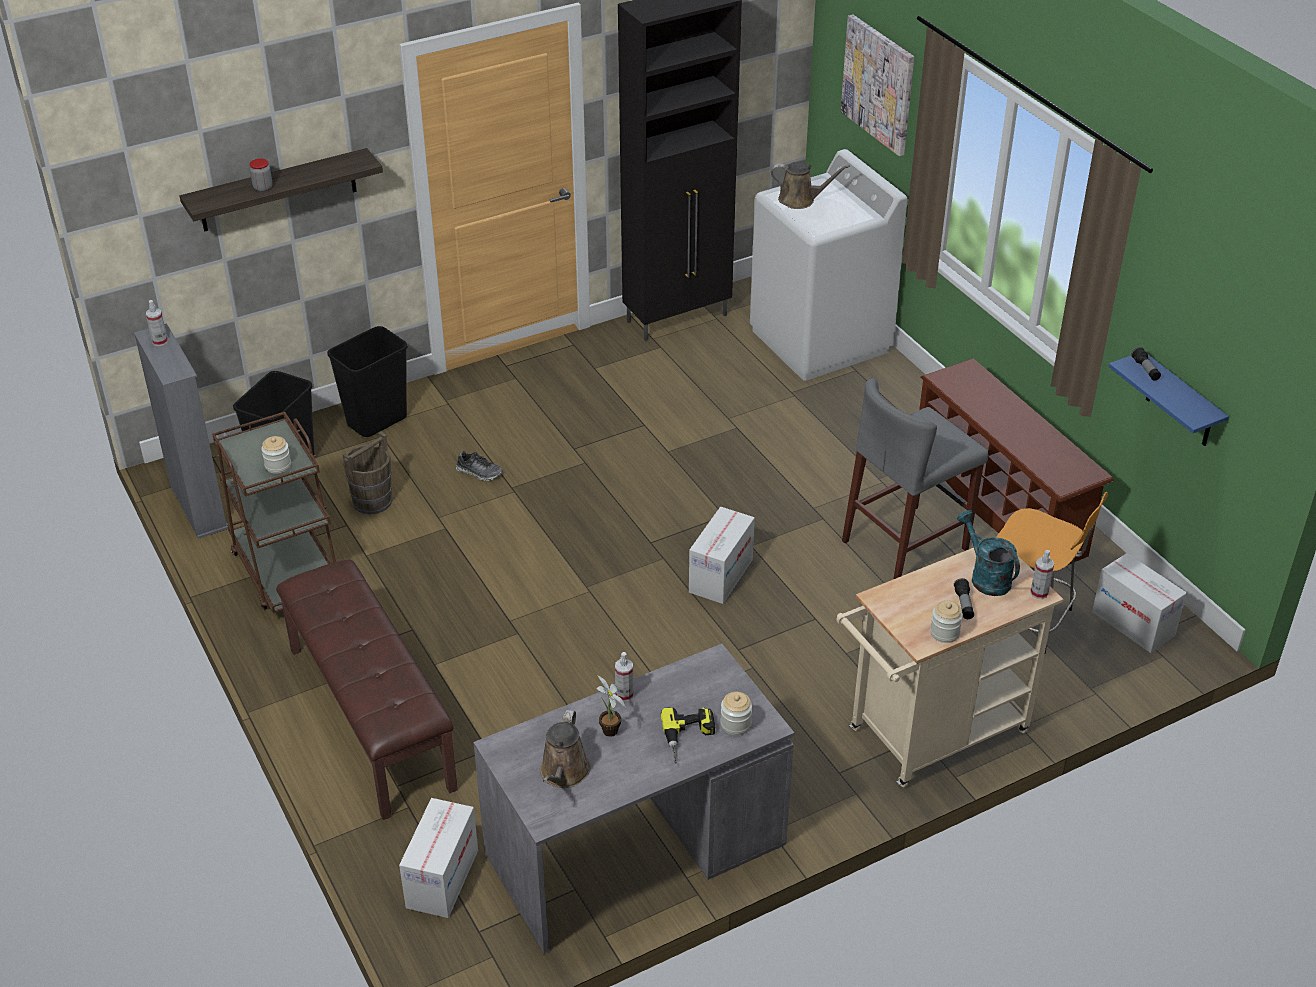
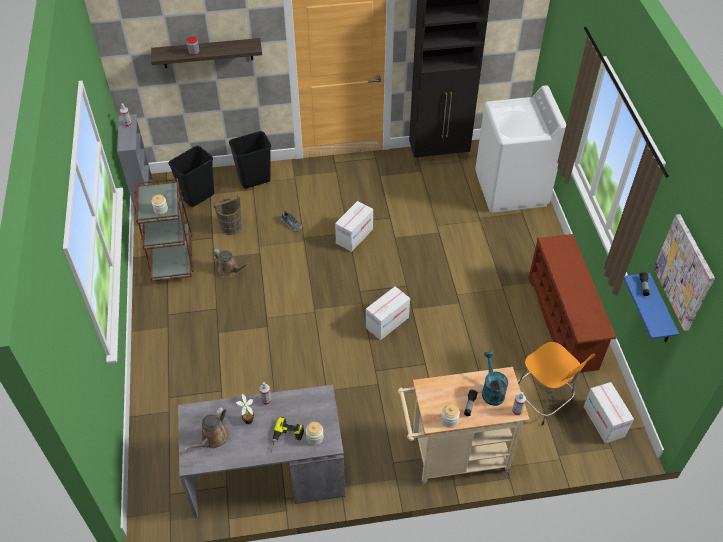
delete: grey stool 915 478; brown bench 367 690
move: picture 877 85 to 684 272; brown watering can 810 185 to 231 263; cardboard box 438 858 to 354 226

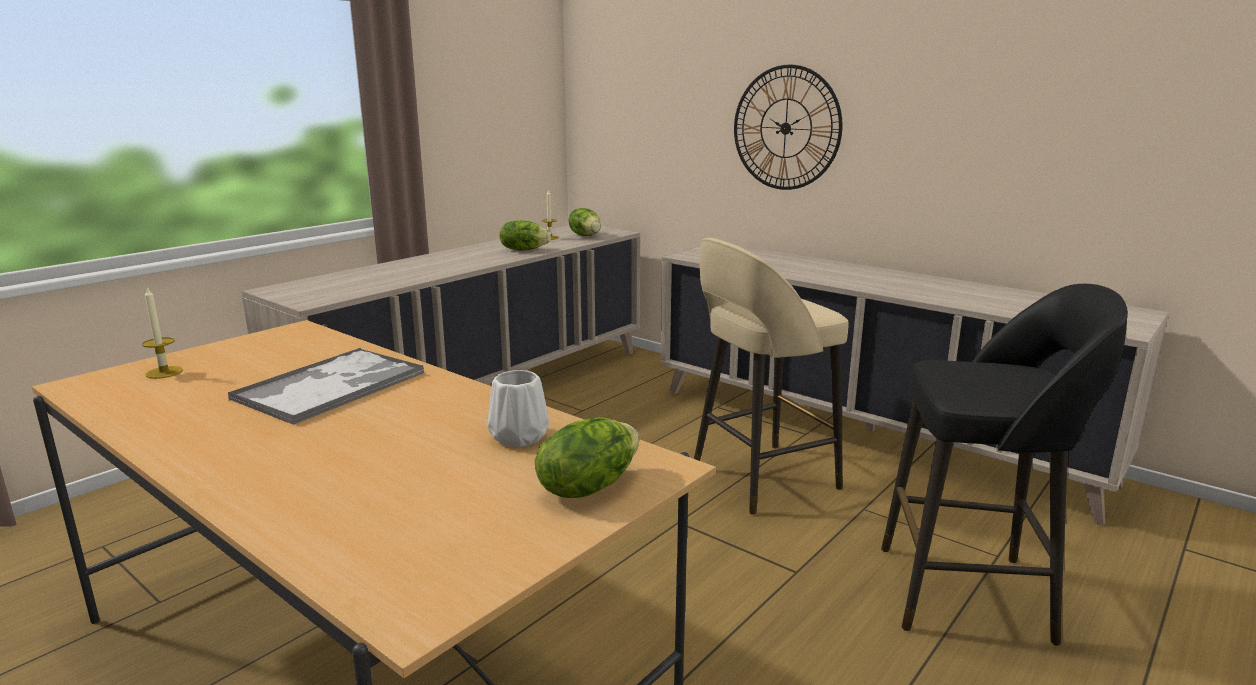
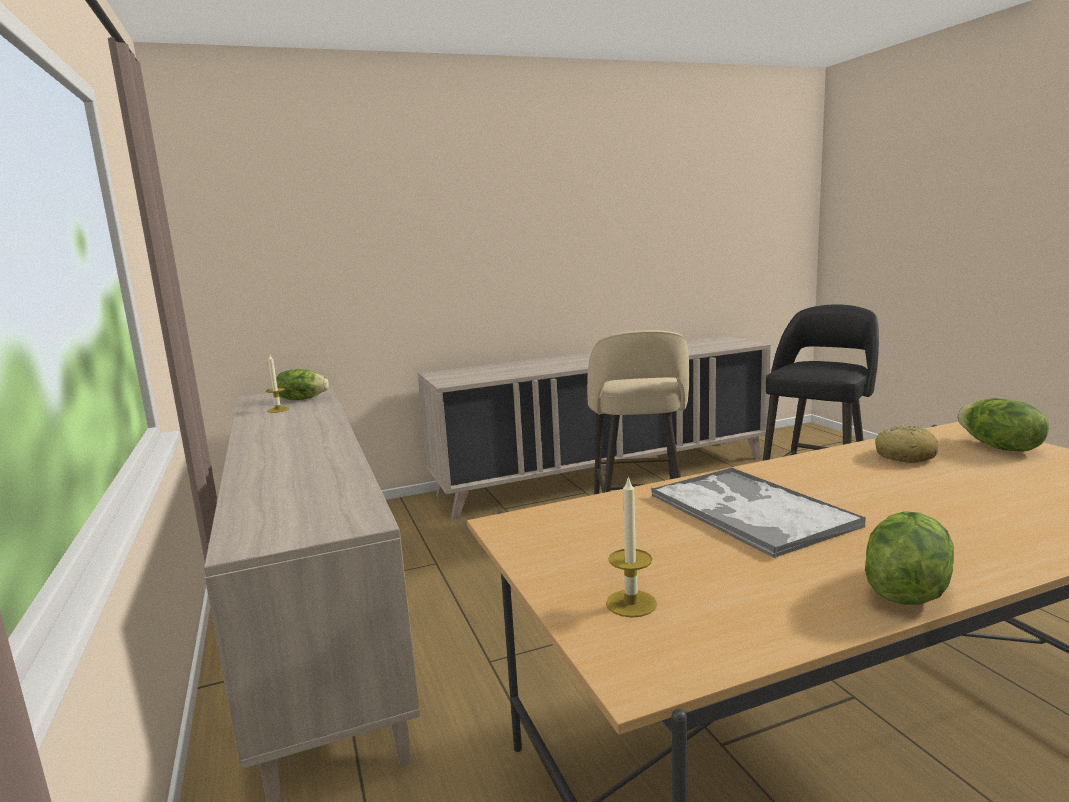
delete: wall clock 788 127
move: lettuce 525 235 to 909 558
replace: white vase 518 408 to bread 906 444

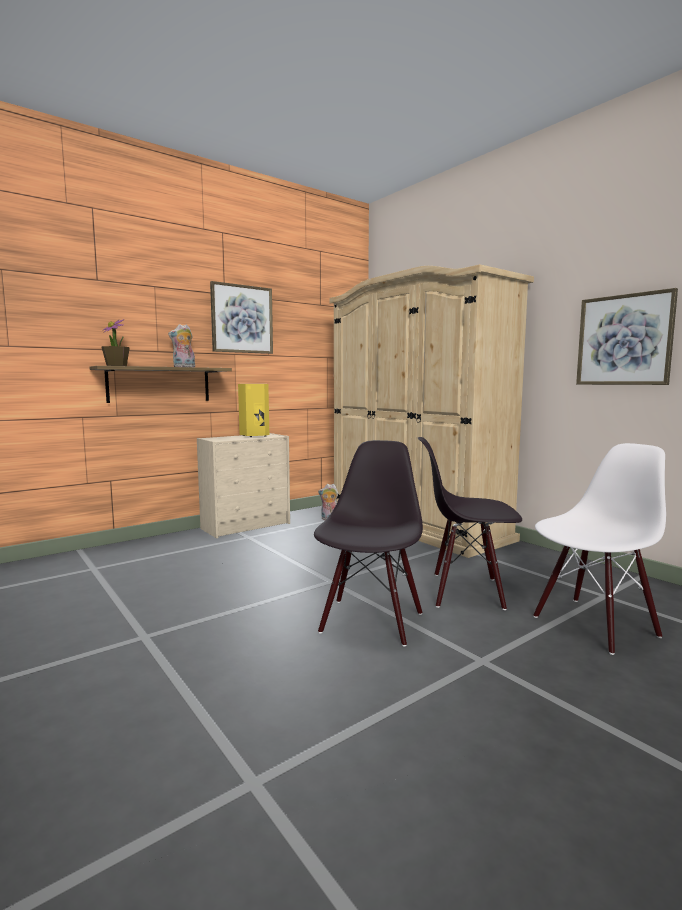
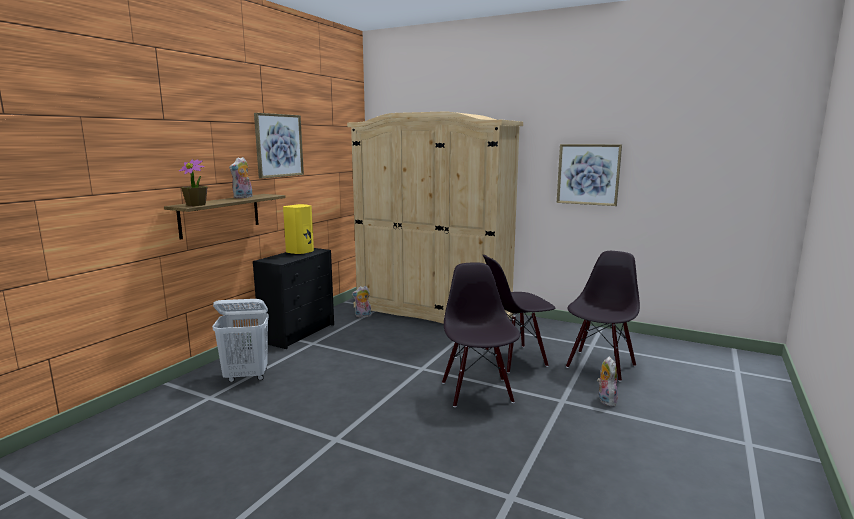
insert: white laundry basket 240 340; plush toy 607 381
recolor: beige dresser 243 485 to black dresser 293 298; white chair 599 549 to black chair 603 316

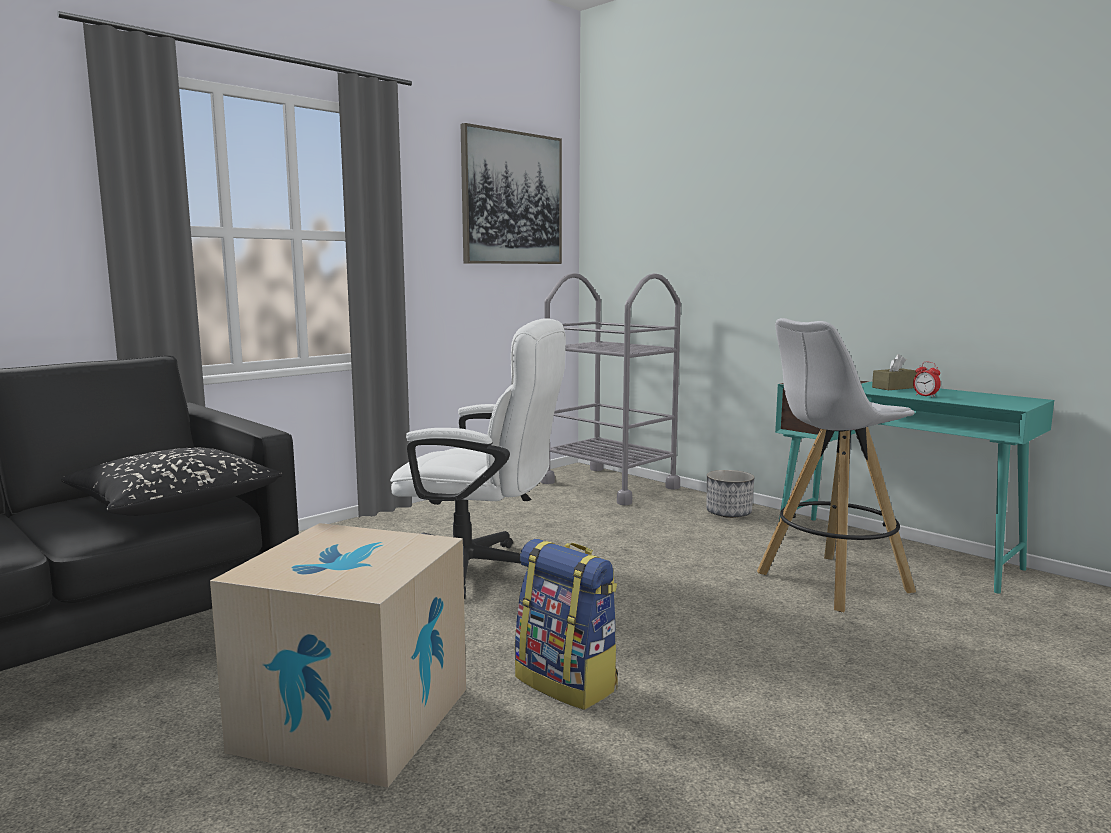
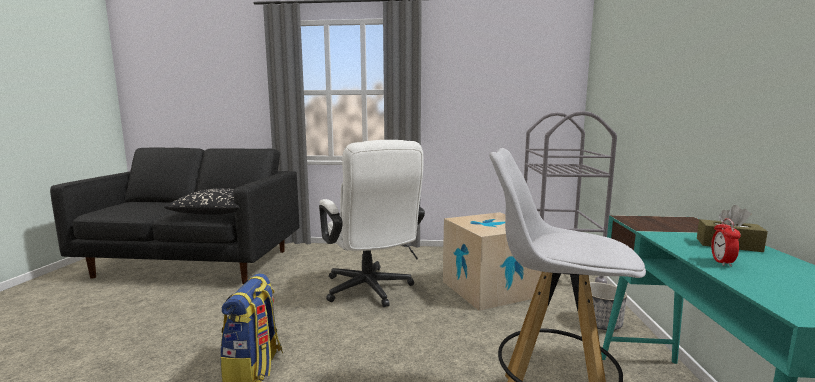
delete: picture 511 193
move: cardboard box 338 655 to 492 261

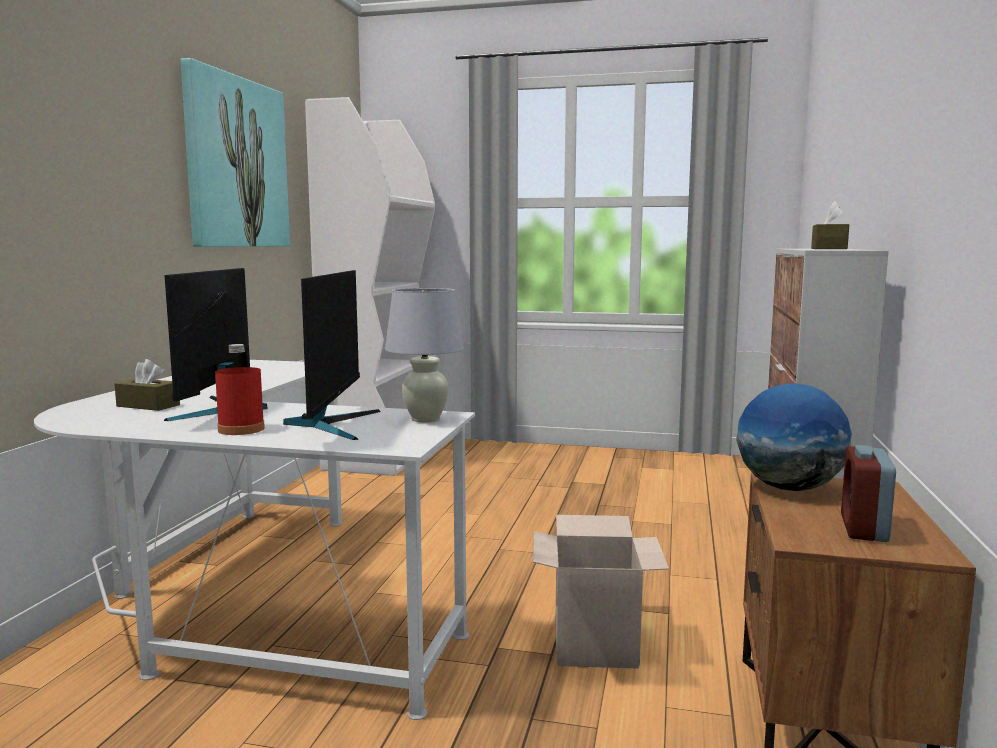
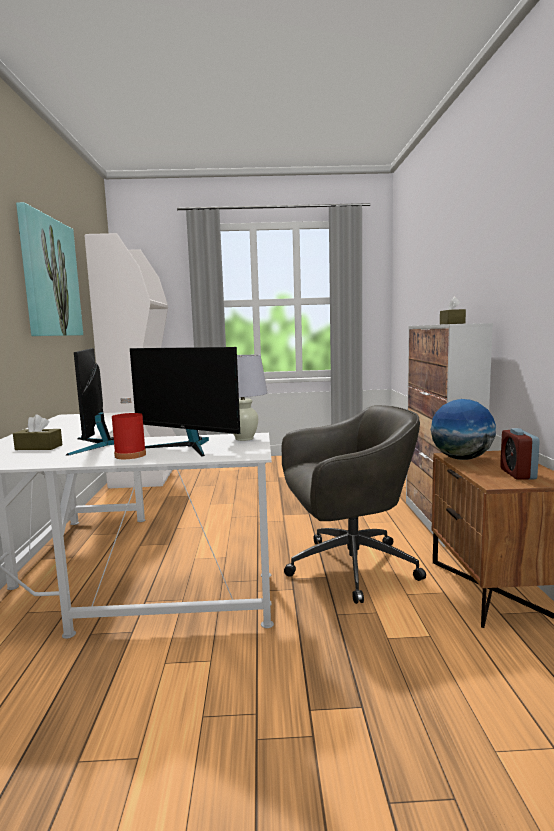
replace: cardboard box 601 592 to grey office chair 354 504
rotate: monitor 332 355 = 185 402 135 degrees clockwise

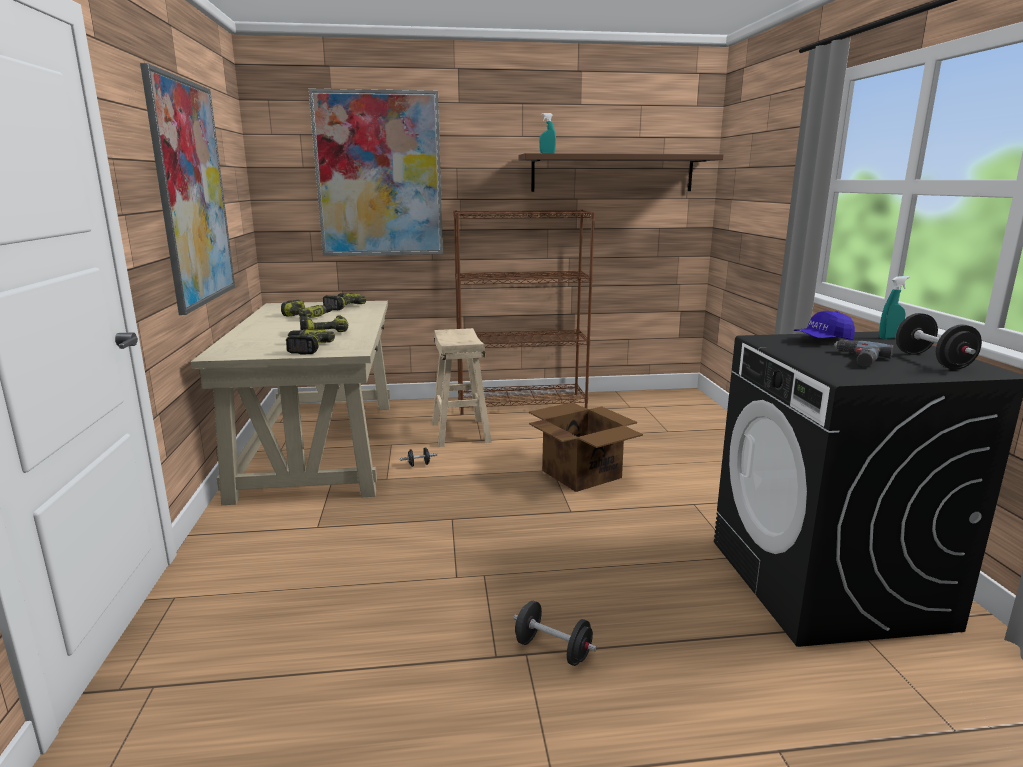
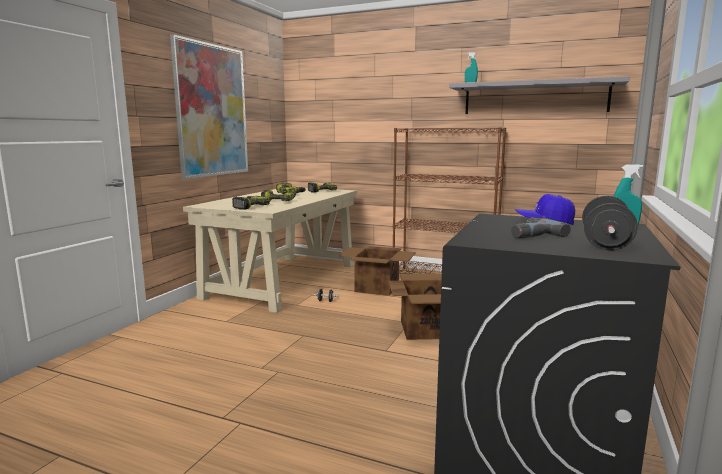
delete: picture 376 172; black dumbbell 555 633
replace: beige stool 462 387 to cardboard box 377 271
recolor: brown shelf 621 172 to grey shelf 539 95

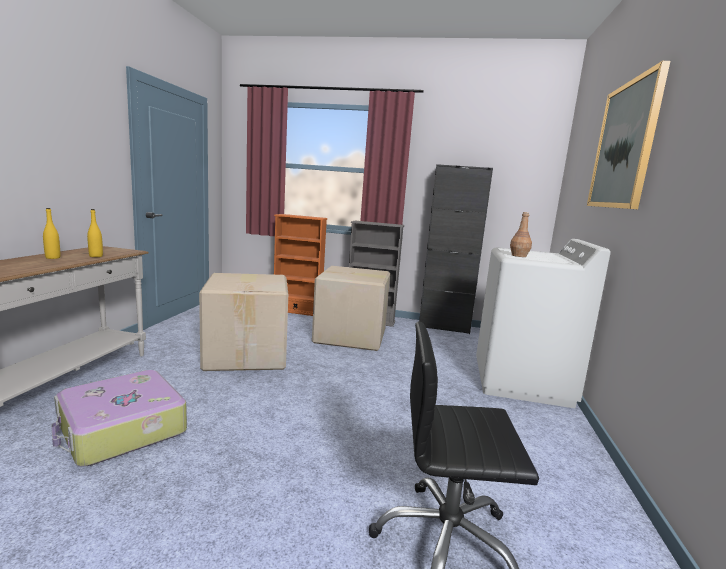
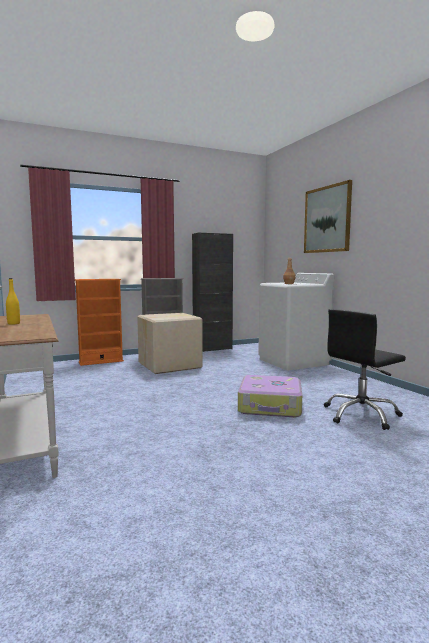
delete: yellow bottle 95 233; cardboard box 243 322
move: suitcase 119 418 to 270 396

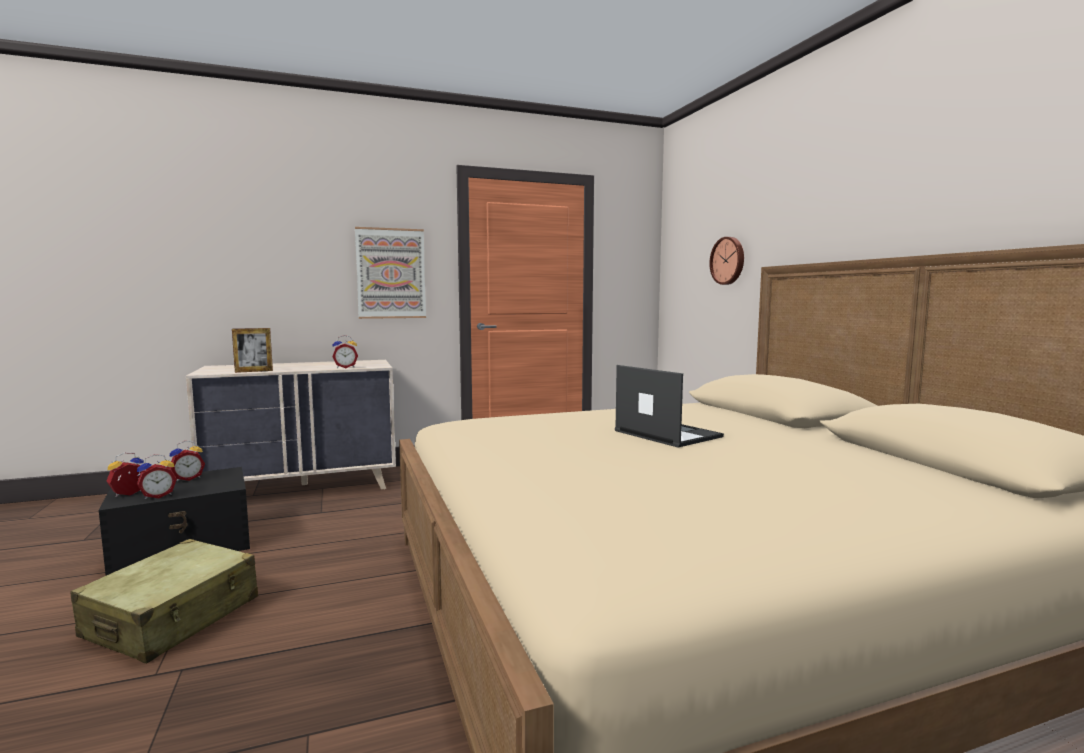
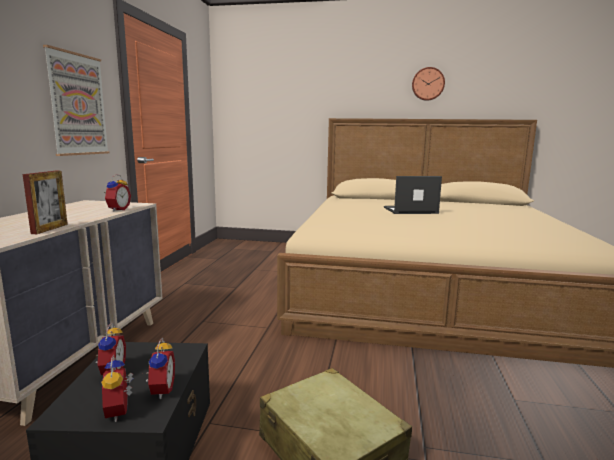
move: wall clock 726 261 to 428 84

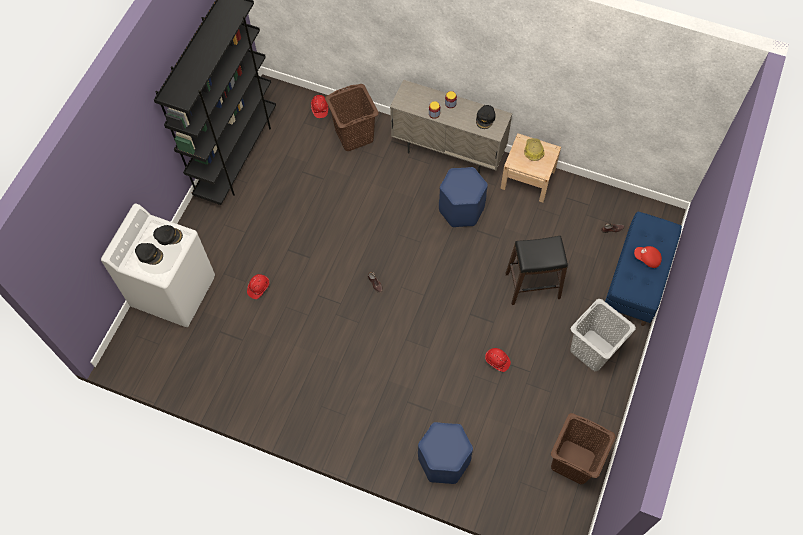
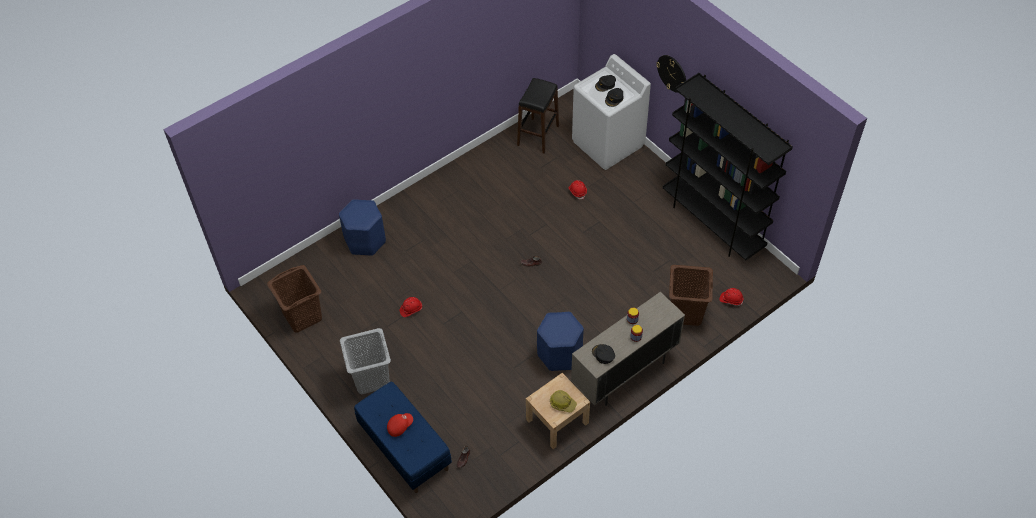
insert: wall clock 671 74
move: black stool 536 270 to 538 116

